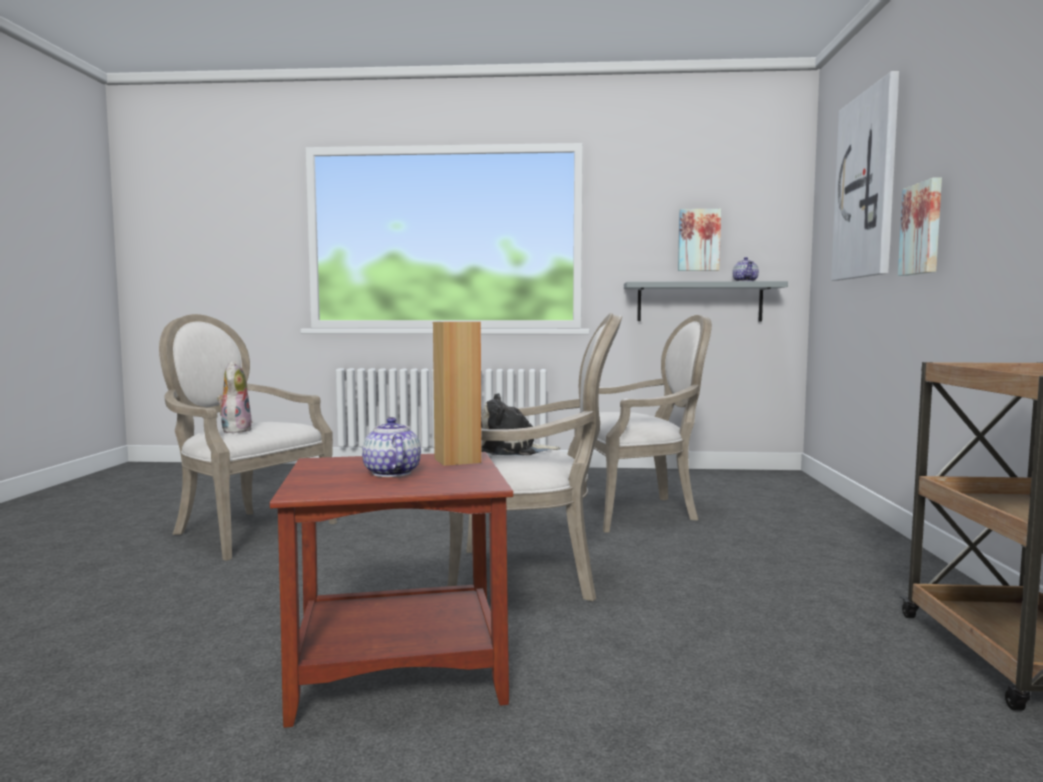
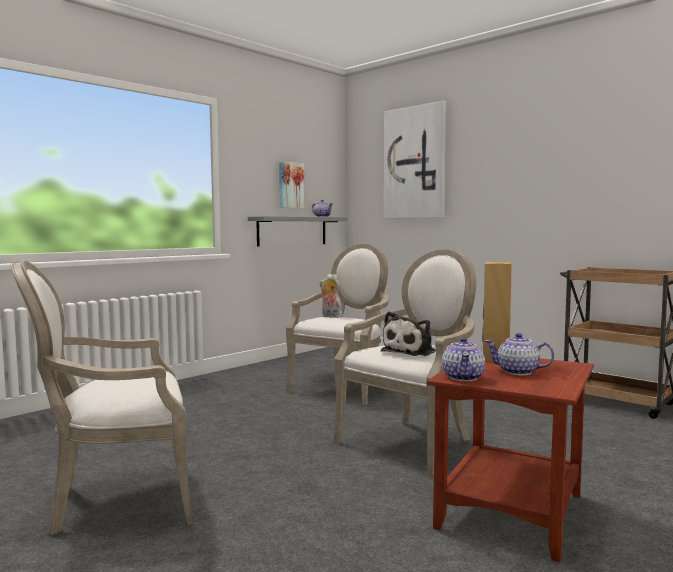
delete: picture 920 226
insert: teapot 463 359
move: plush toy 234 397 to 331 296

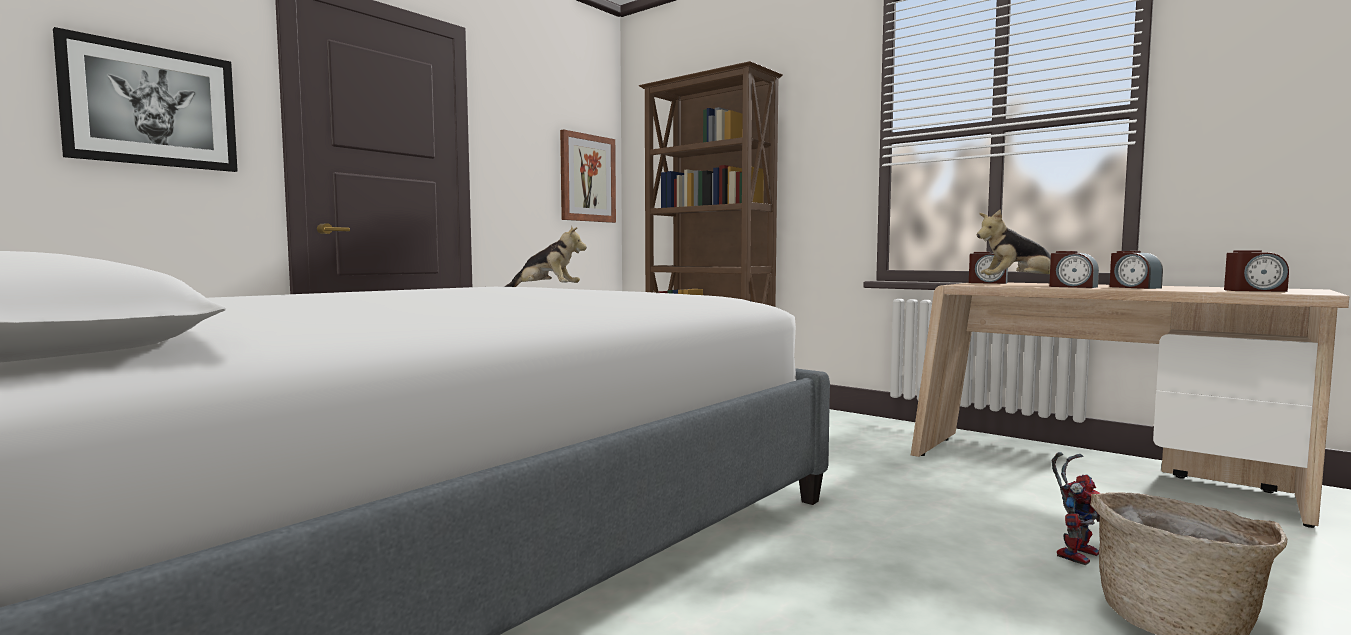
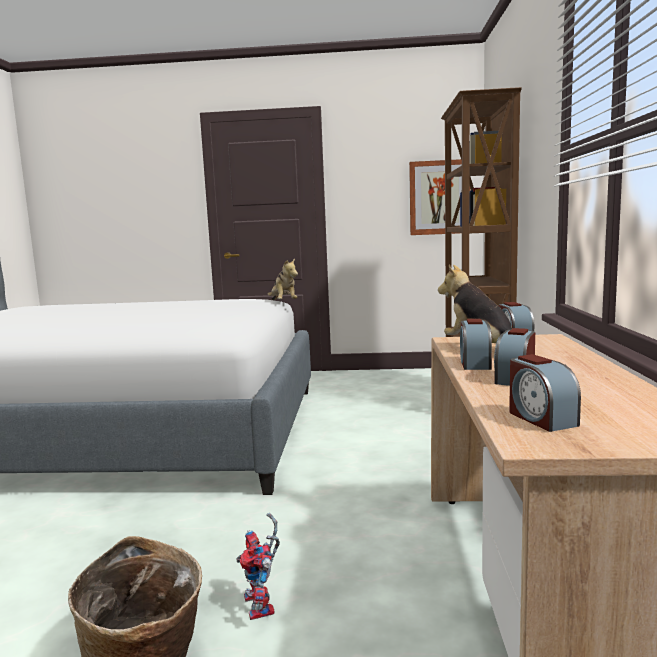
delete: picture 145 99
rotate: toy robot 1075 508 = 258 566 60 degrees clockwise

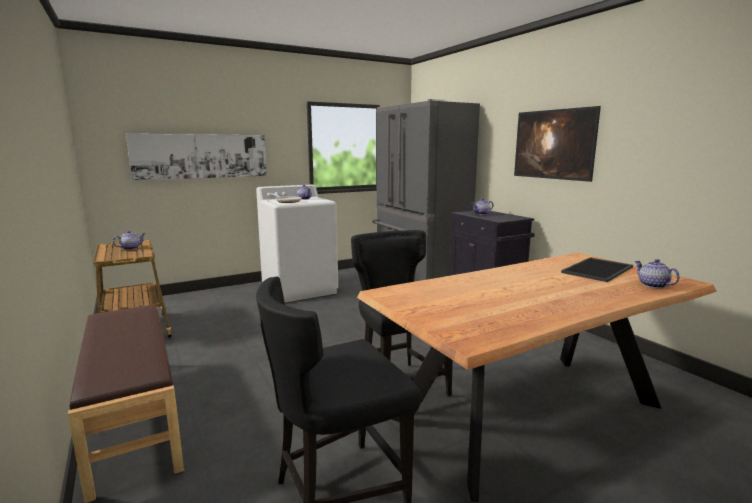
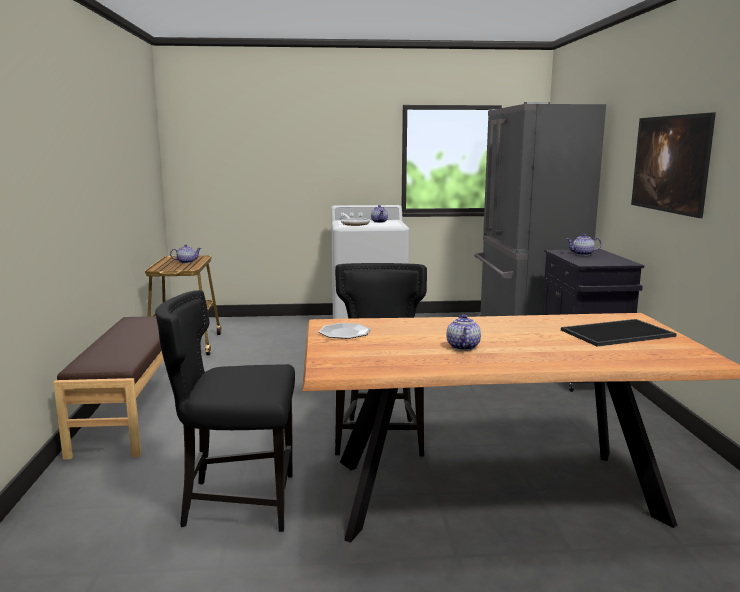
delete: picture 196 157
insert: plate 344 331
move: teapot 657 273 to 463 332

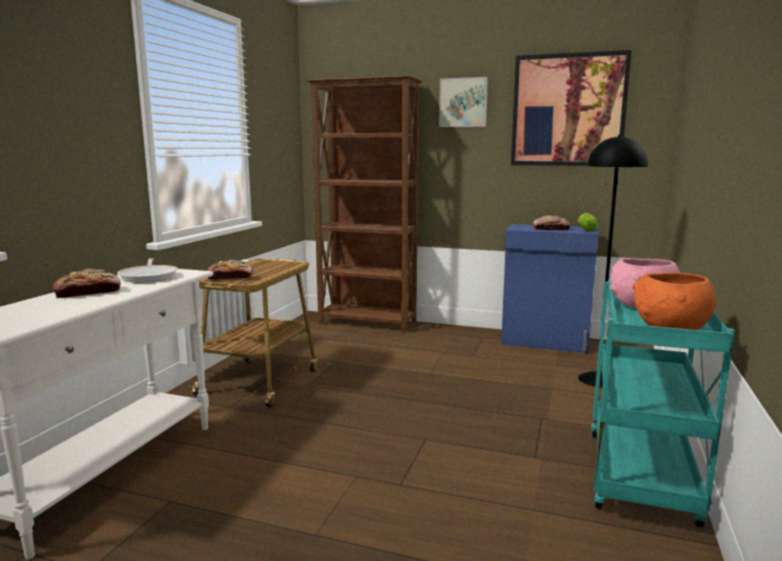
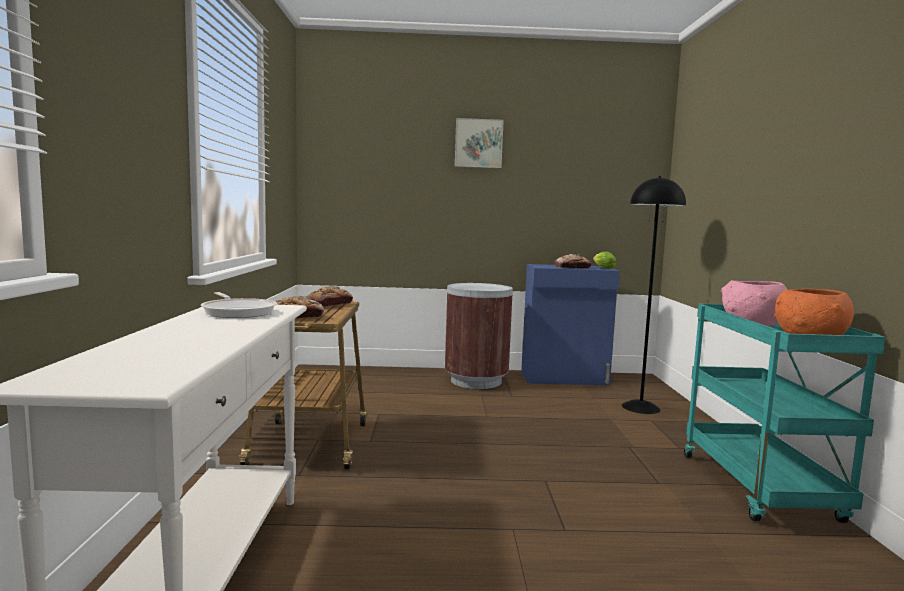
delete: picture 571 108; brown bookcase 364 204
insert: brown trash can 479 336
move: bread 87 283 to 330 296

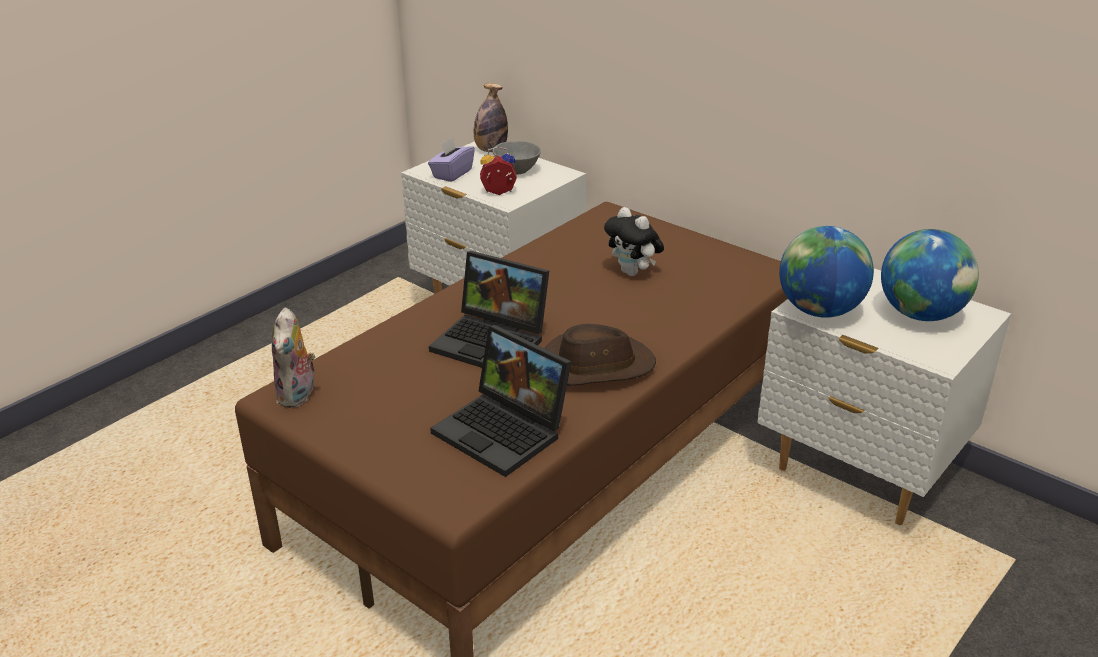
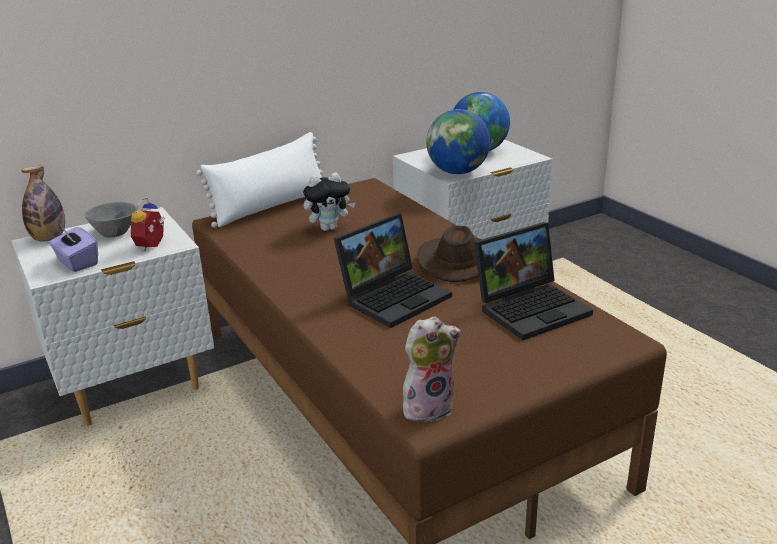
insert: white pillow 259 180
rotate: plush toy 294 357 = 432 369 45 degrees counterclockwise

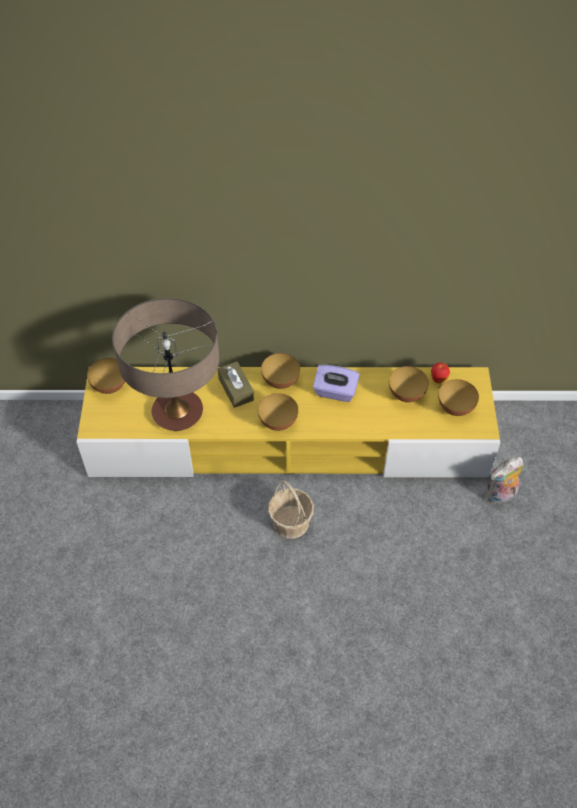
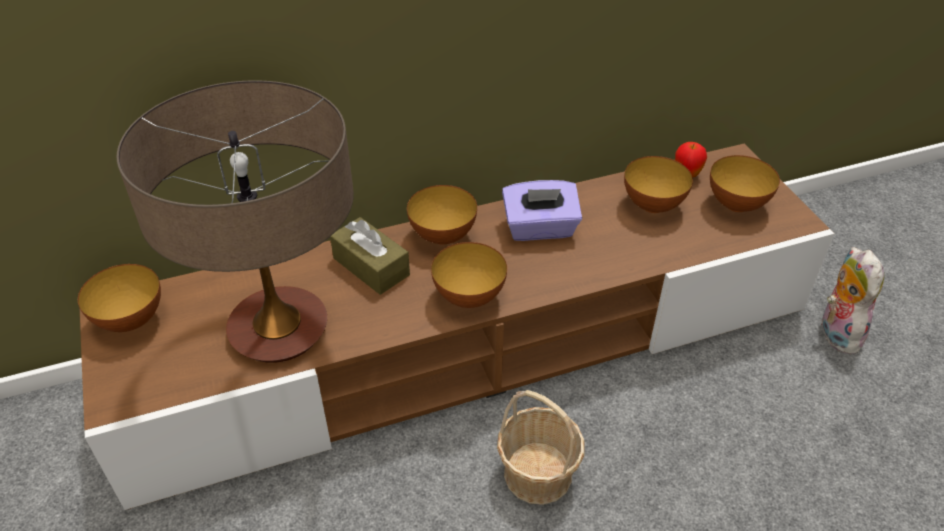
recolor: yellow tv stand 288 422 to brown tv stand 457 326
rotate: plush toy 504 481 = 852 301 135 degrees clockwise

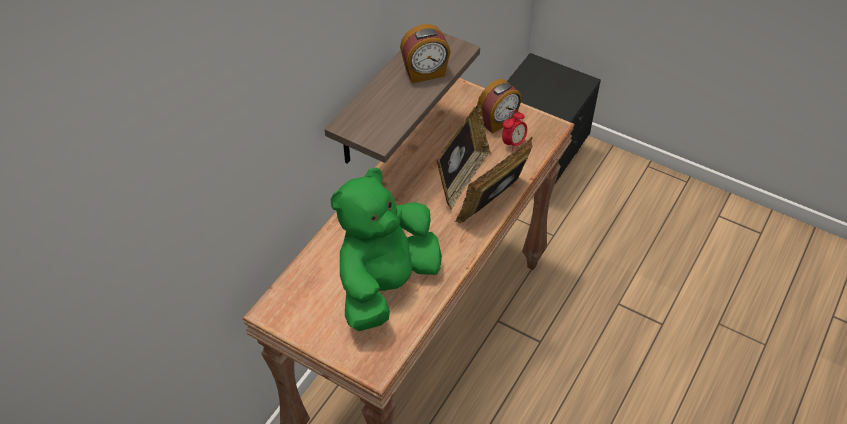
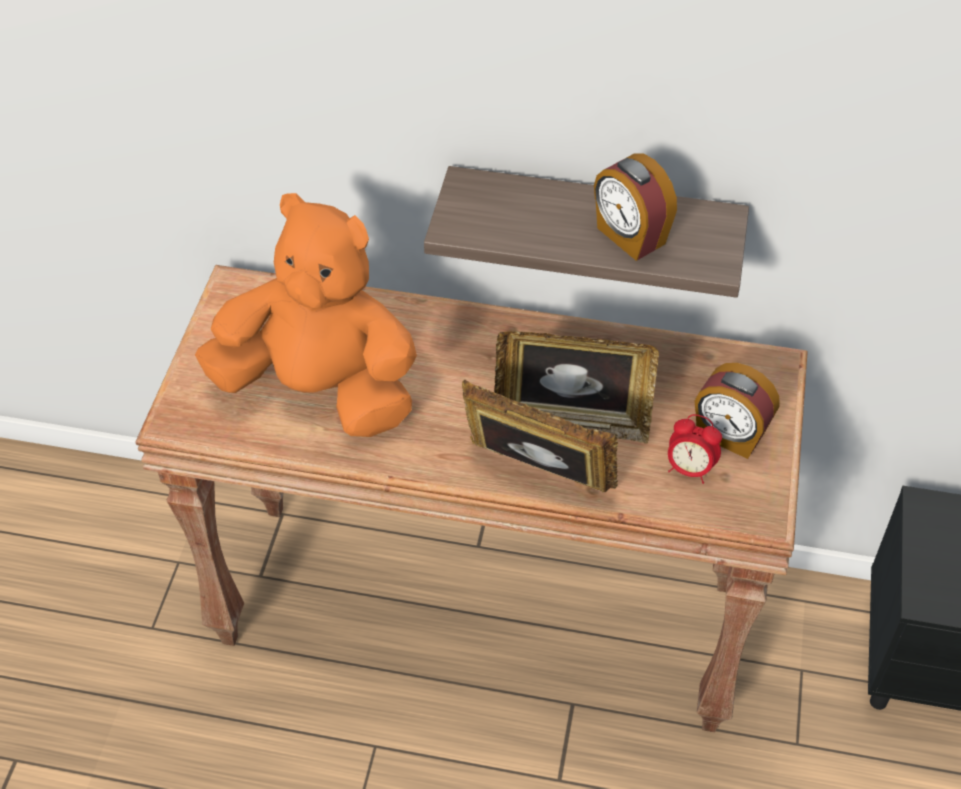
recolor: green plush toy 386 249 to orange plush toy 306 315

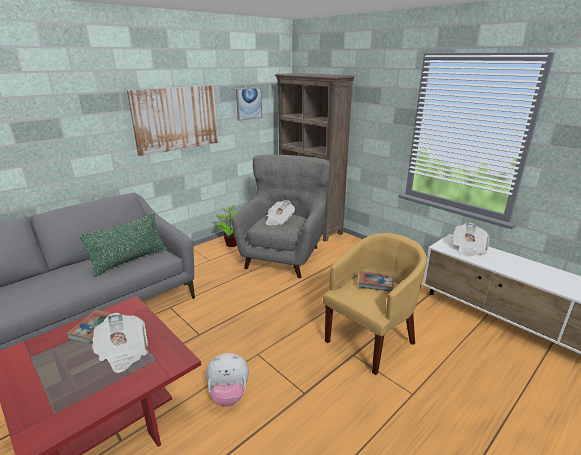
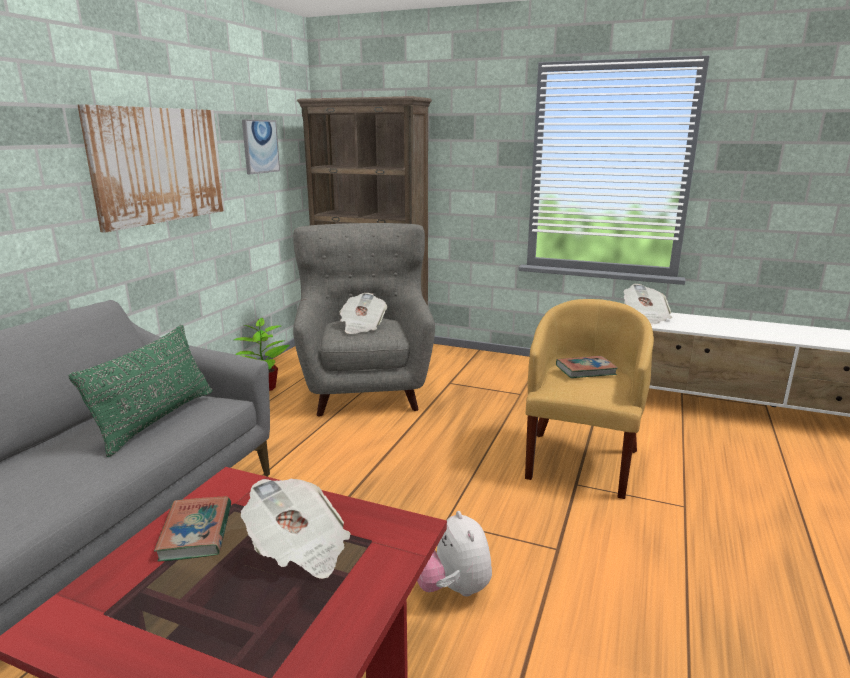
rotate: plush toy 227 379 = 454 554 105 degrees clockwise

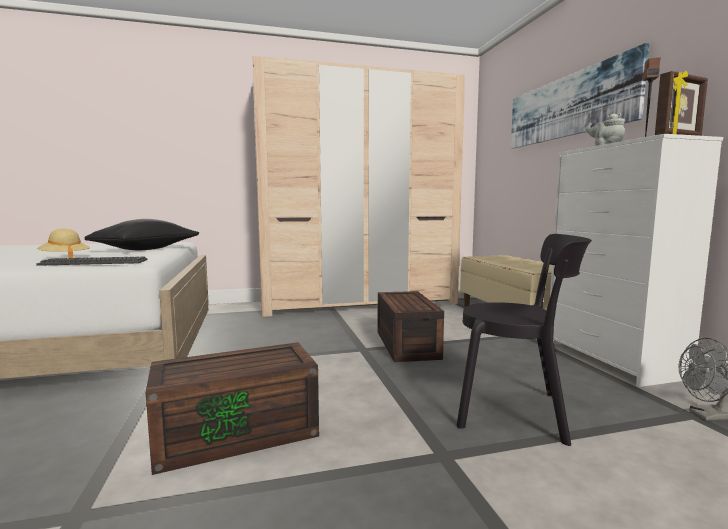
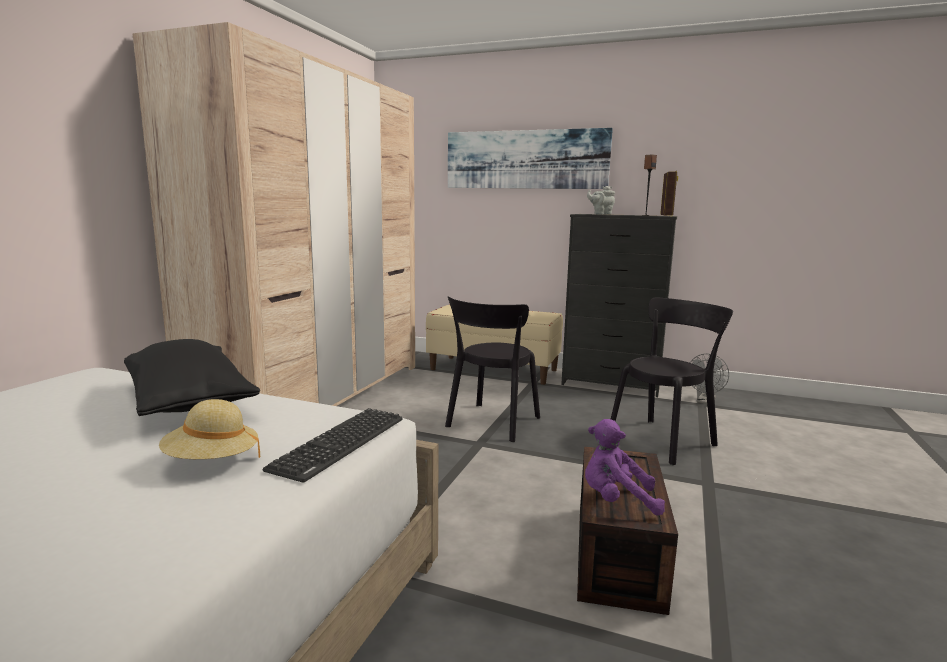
insert: purple plush toy 625 467
replace: brown storage box 411 326 to black chair 492 369
recolor: white dresser 636 260 to black dresser 619 305

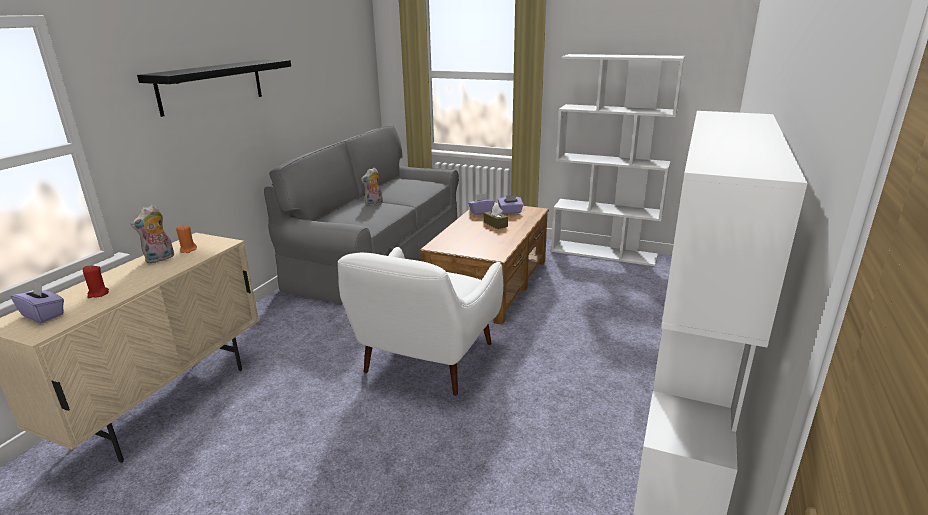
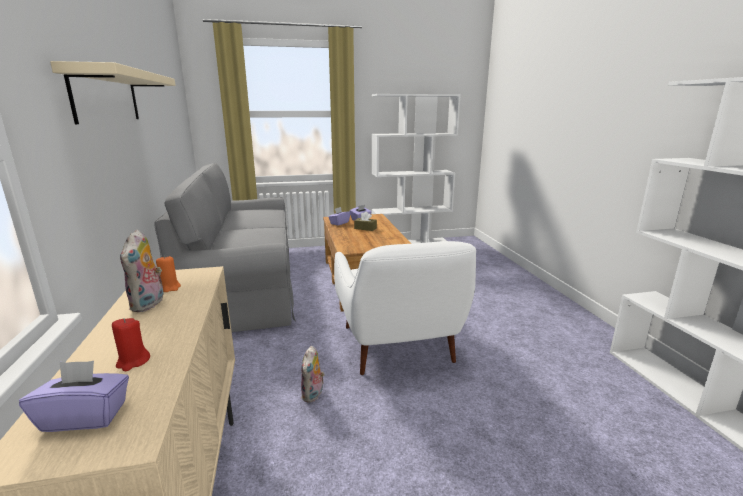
move: plush toy 372 187 to 313 374
recolor: black shelf 214 88 to beige shelf 113 92

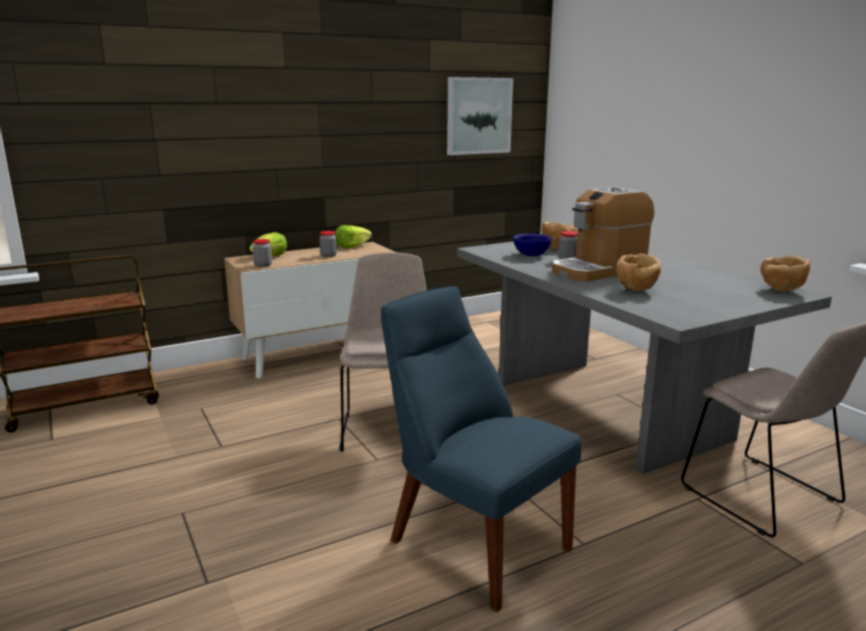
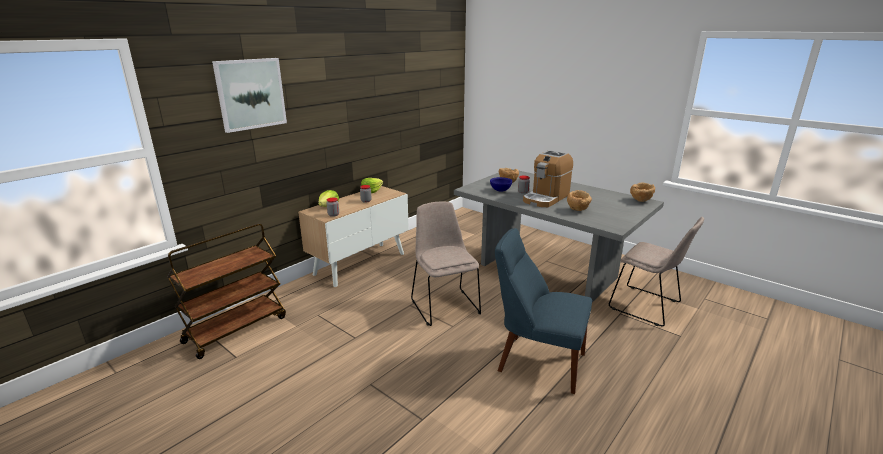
move: picture 480 116 to 249 95

